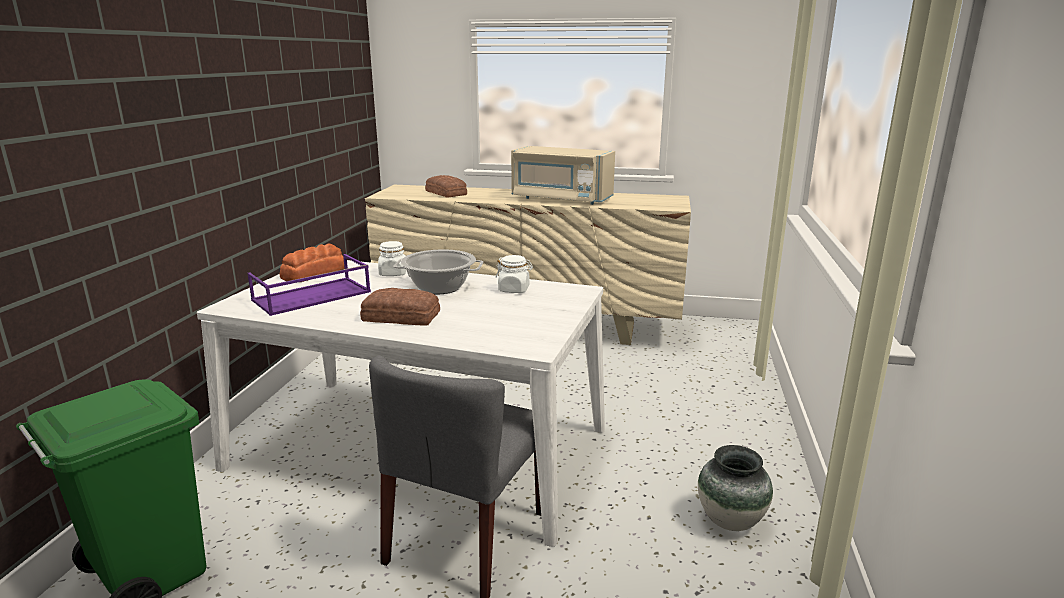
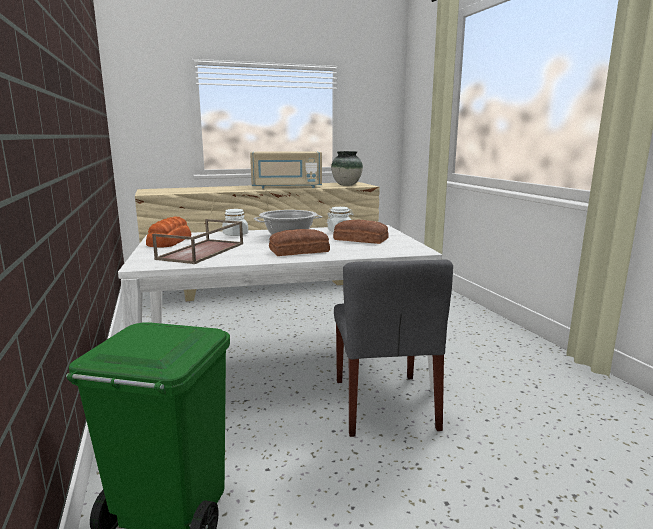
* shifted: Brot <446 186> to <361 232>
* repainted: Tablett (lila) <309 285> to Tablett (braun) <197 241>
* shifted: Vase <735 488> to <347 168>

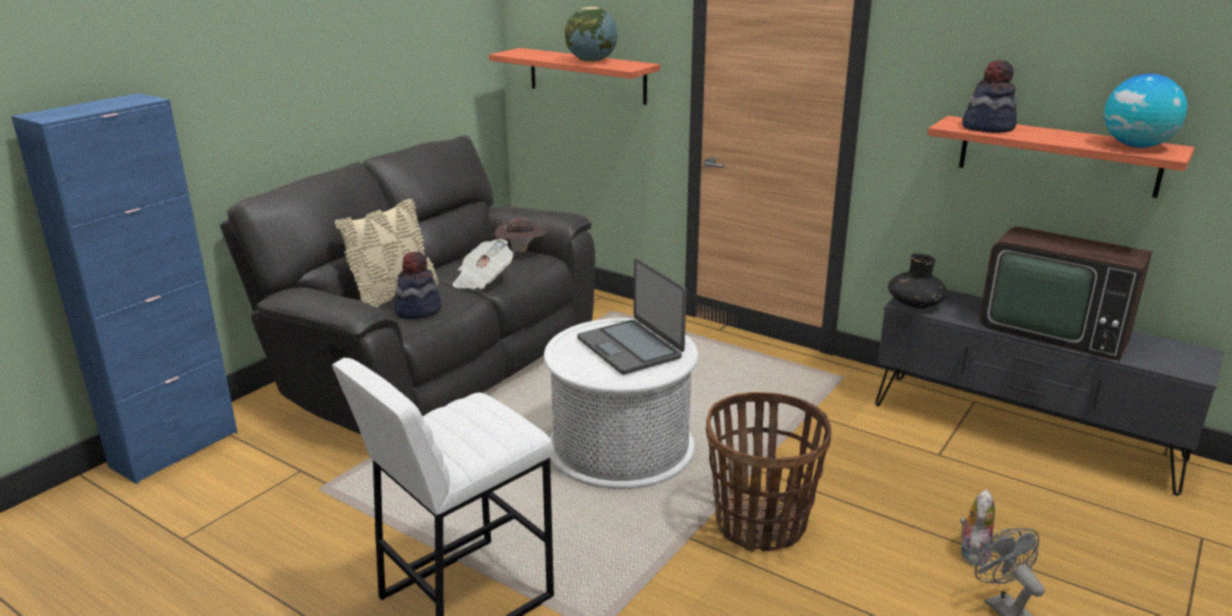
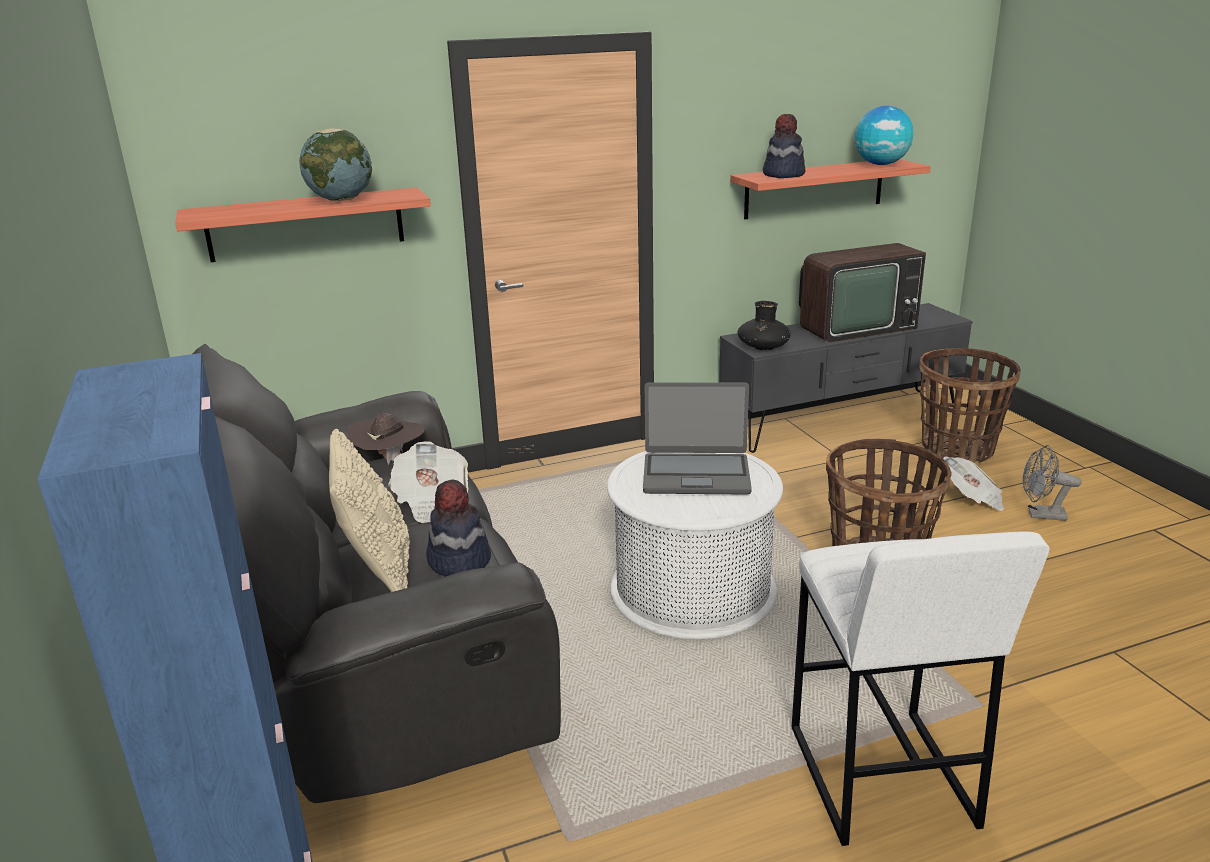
* swapped: Plüschtier <976 527> to Zeitung <973 483>
* new: Korb <970 405>

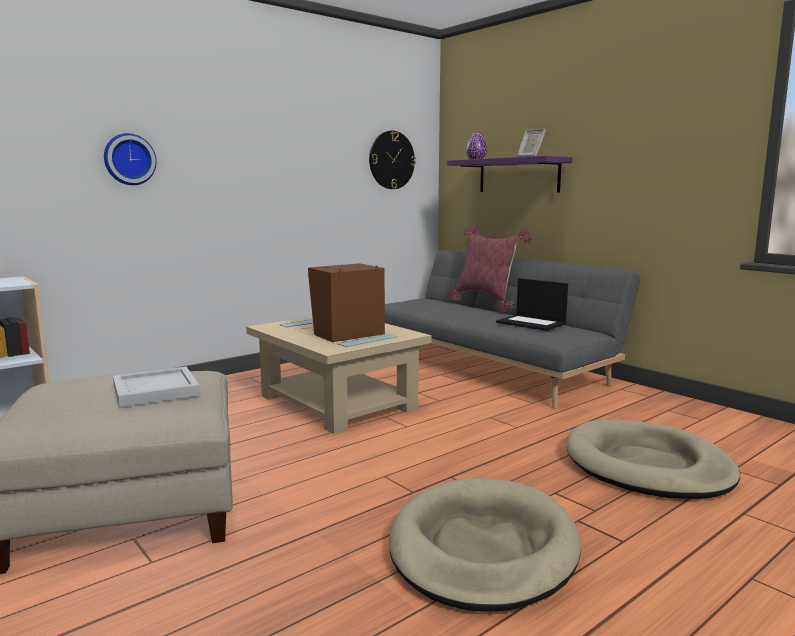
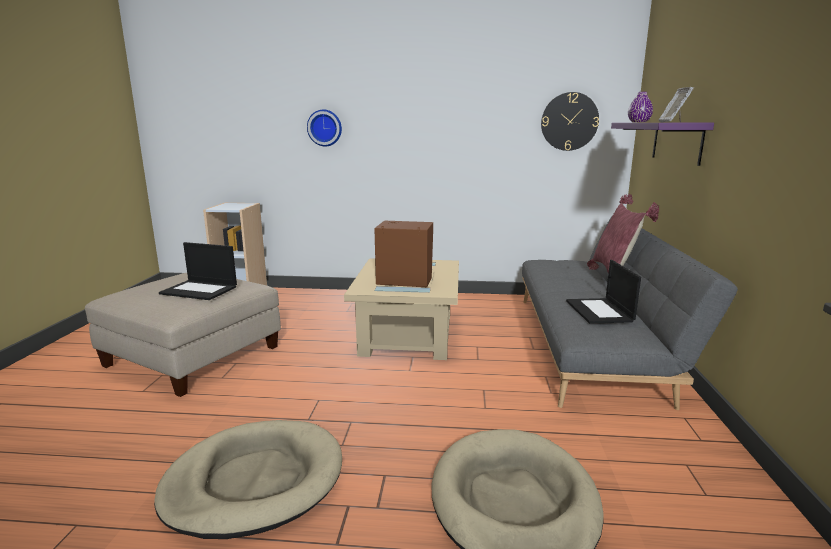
* swapped: Tablett (weiß) <156 387> to Laptop <198 271>

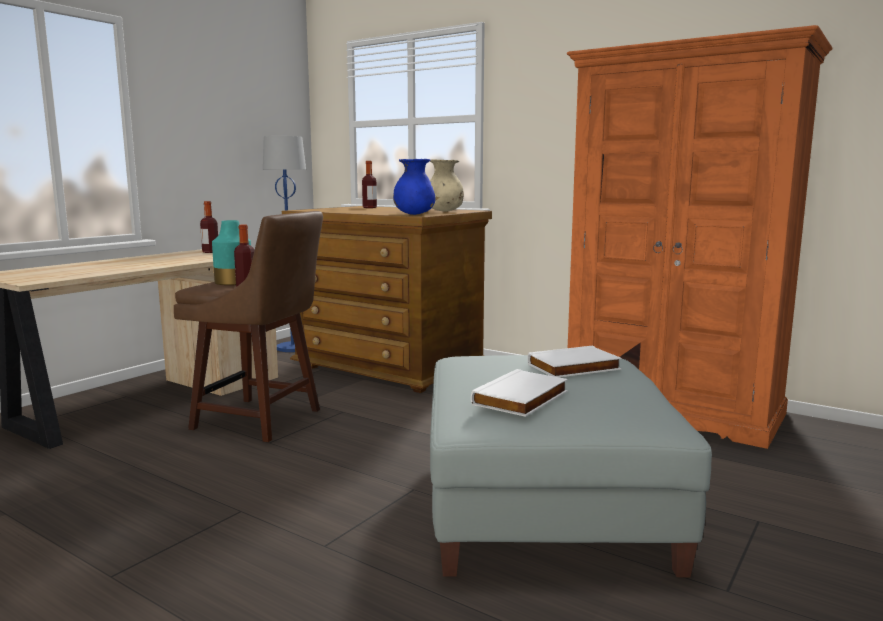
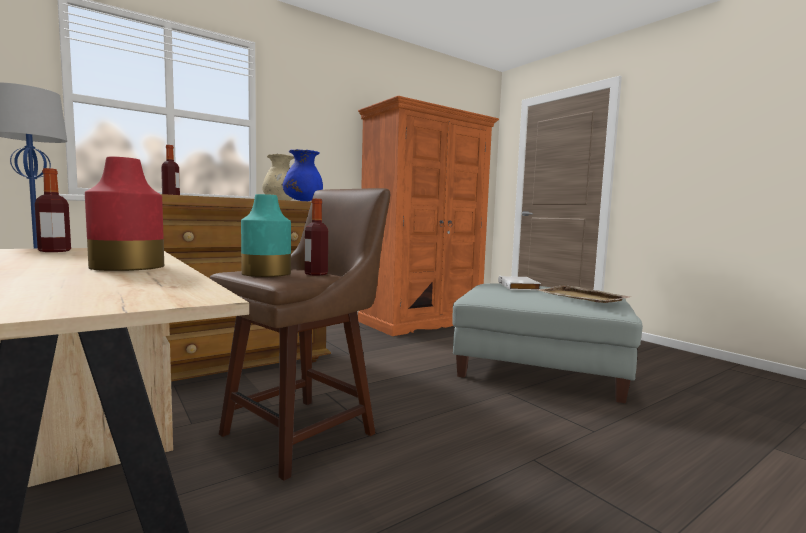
* swapped: Buch (weiß) <519 393> to Tablett (beige) <584 294>
* new: Vase (rot) <124 214>

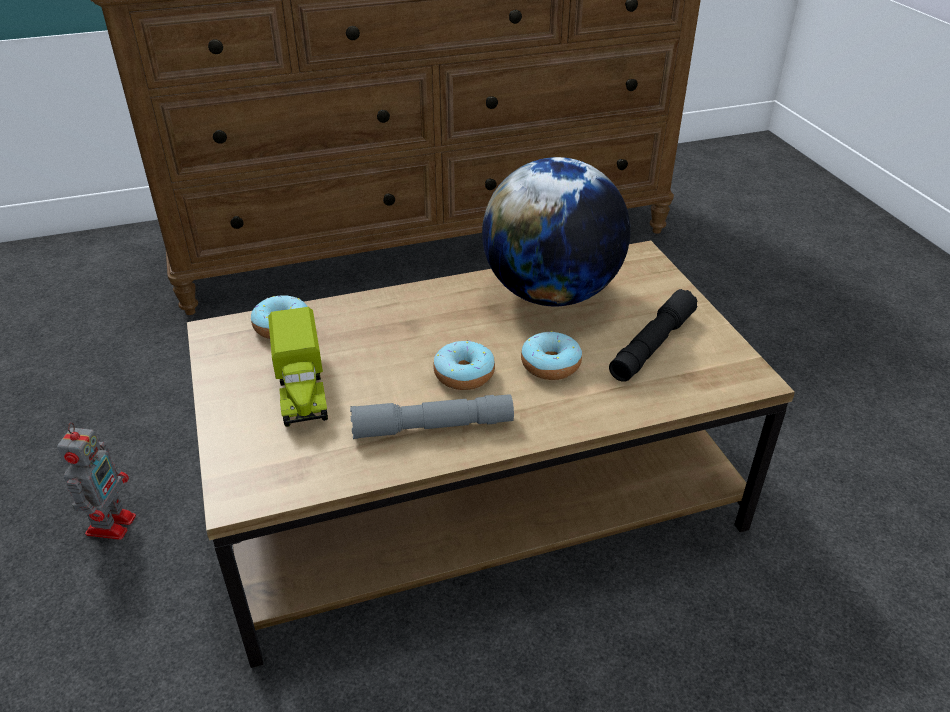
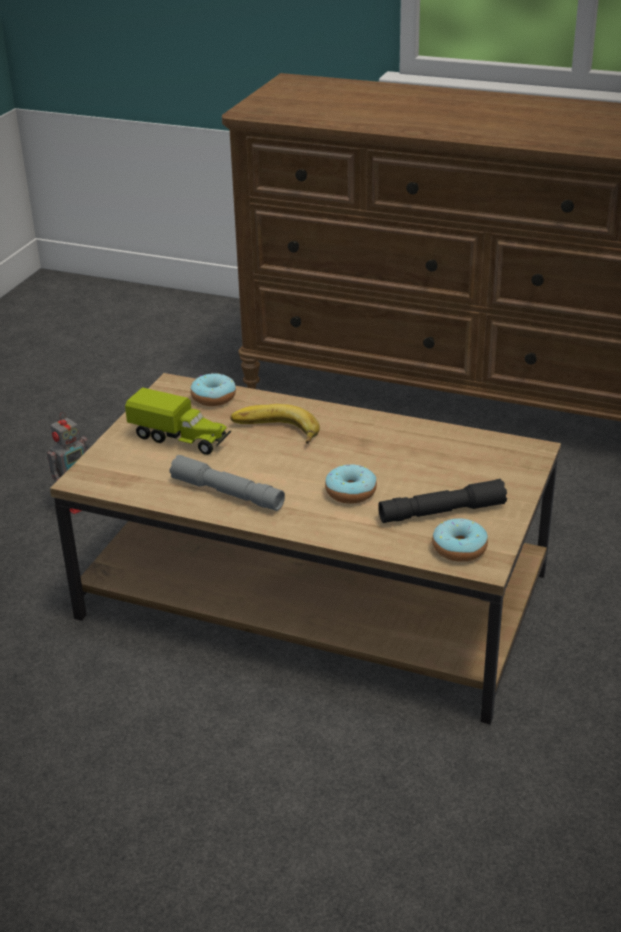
* gone: Globus <556 231>
* rotated: Spielzeuglaster <298 367> = <178 421> 90 degrees counterclockwise
* shifted: Donut <464 365> to <460 540>
* new: Banane <275 424>

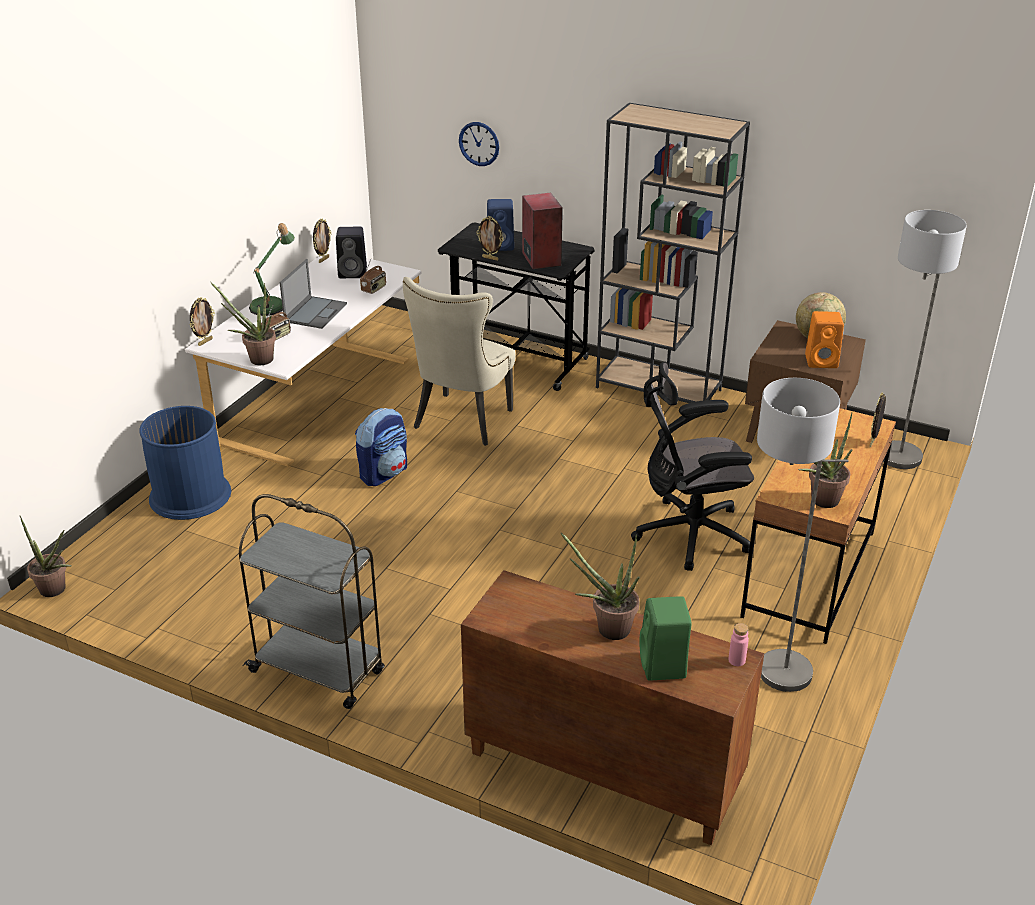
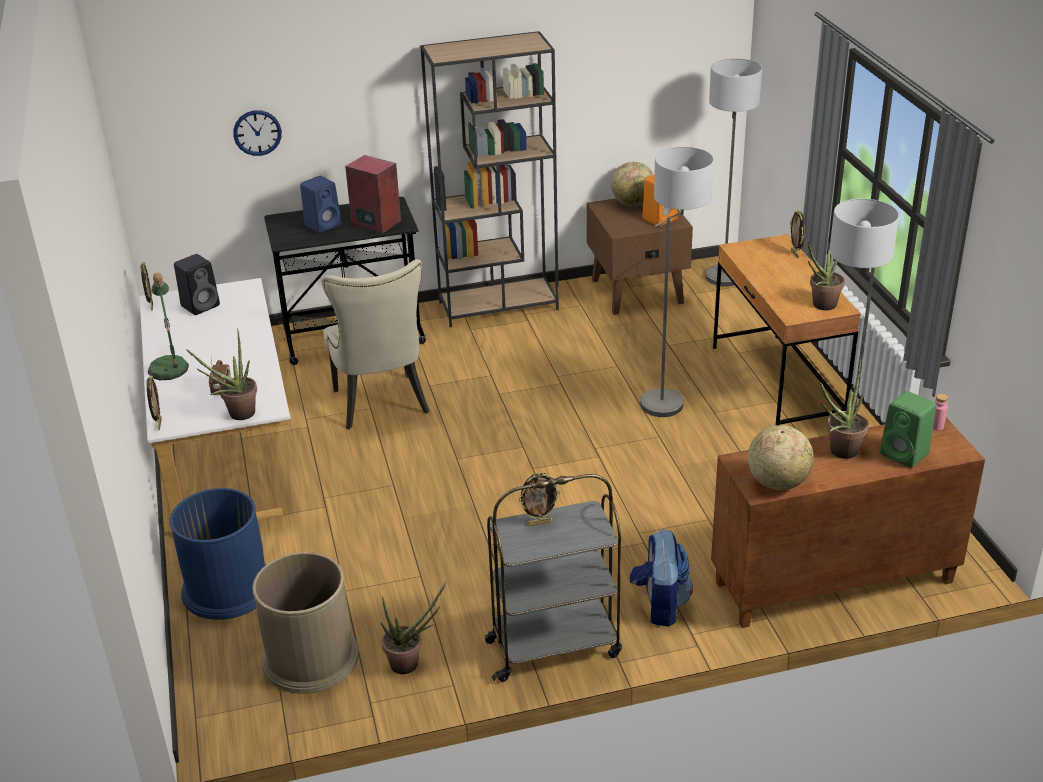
* shifted: Bilderrahmen <490 238> to <539 499>
* gone: Laptop <313 294>
* gone: Radio <373 277>
* swapped: Bürostuhl <692 466> to Stehlampe (grau) <677 282>
* shifted: Rucksack <381 447> to <661 578>
* shifted: Topfpflanze <46 556> to <413 628>
* new: Globus <781 457>
* new: Mülleimer (braun) <305 623>

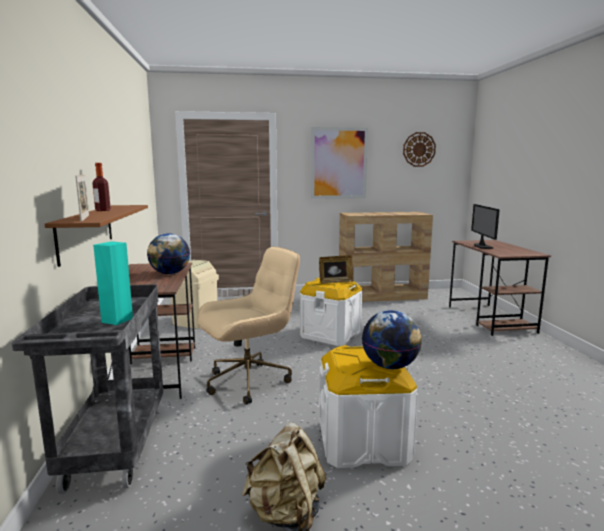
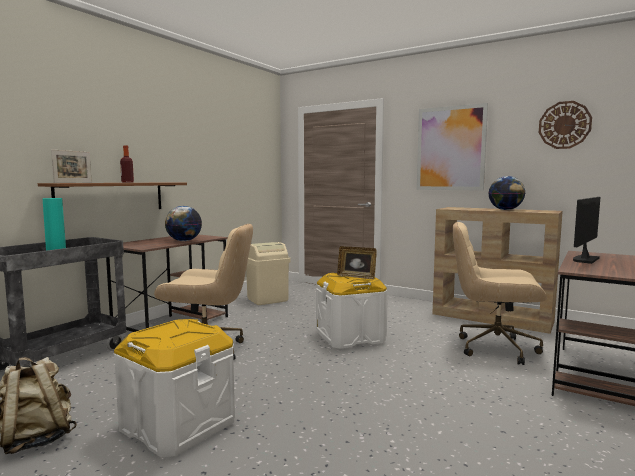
* shifted: Globus <392 339> to <507 193>
* new: Bürostuhl (beige) <500 293>

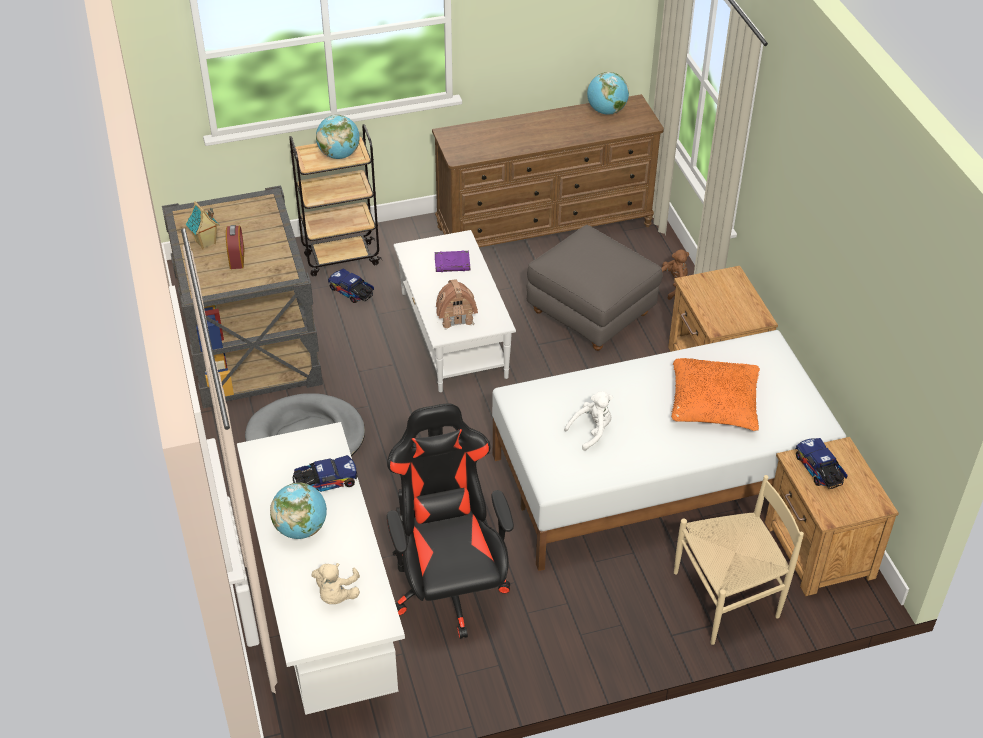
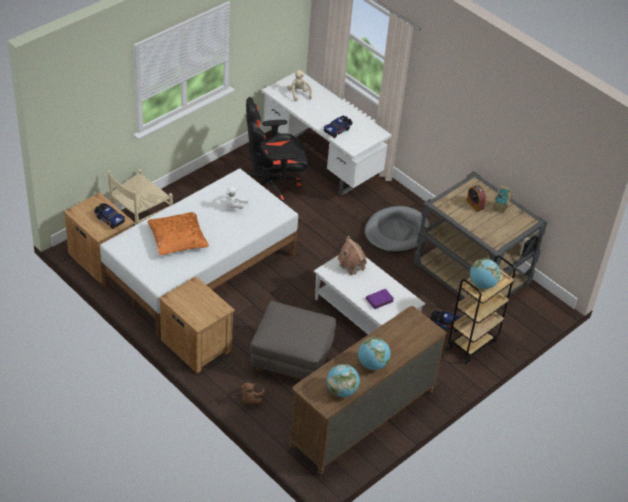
* rotated: Bürostuhl (schwarz) <450 521> = <276 150> 120 degrees clockwise
* shifted: Globus <298 511> to <374 354>

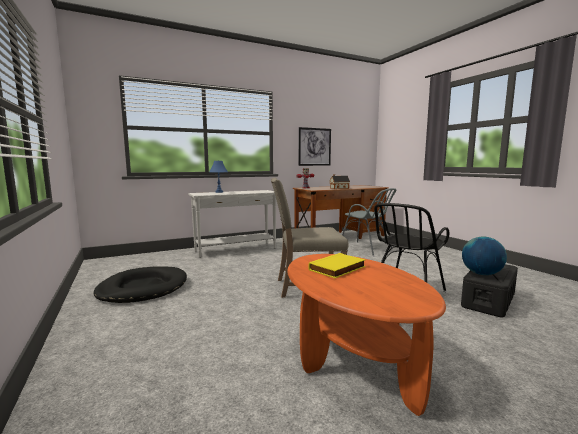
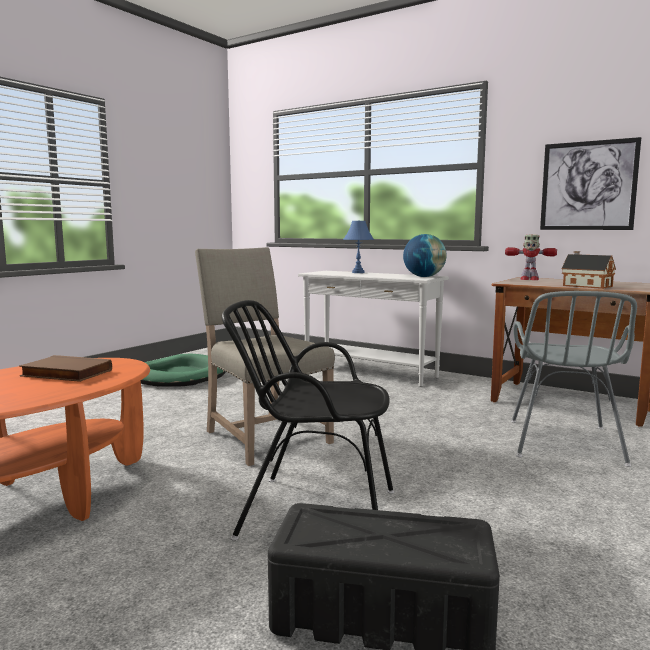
* shifted: Globus <484 256> to <425 255>
* repainted: Buch (gelb) <337 265> to Buch (braun) <65 368>
* repainted: Hundebett (schwarz) <140 285> to Hundebett (grün) <183 370>

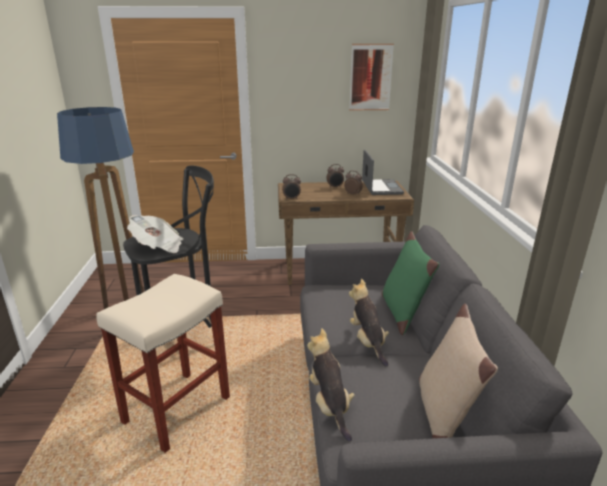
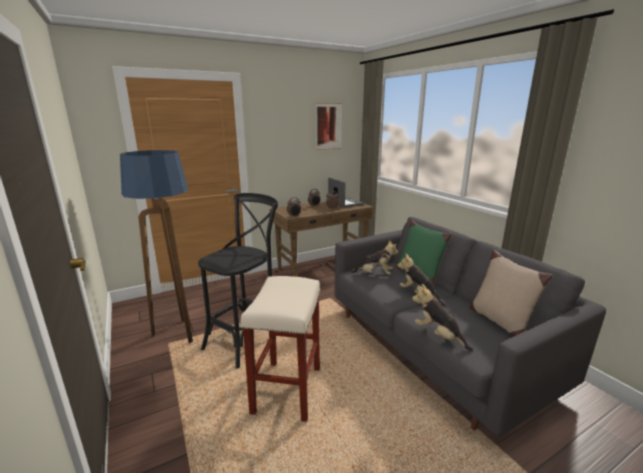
* gone: Zeitung <155 234>
* new: Plüschtier <374 257>

